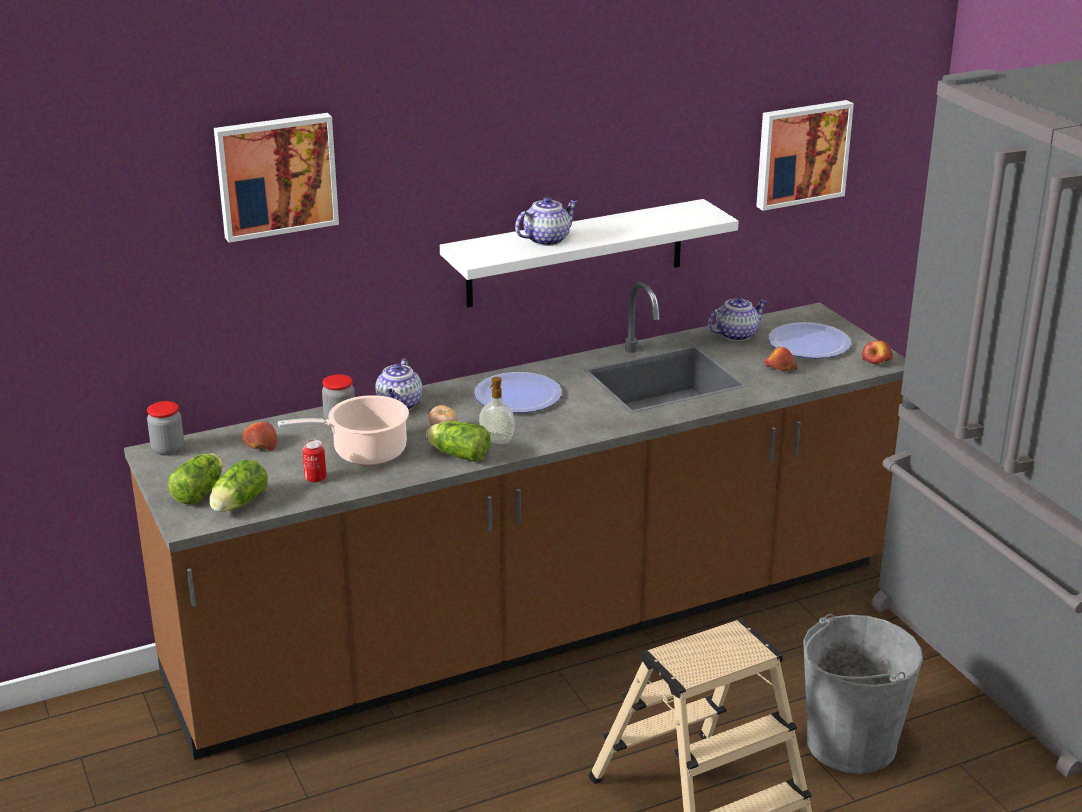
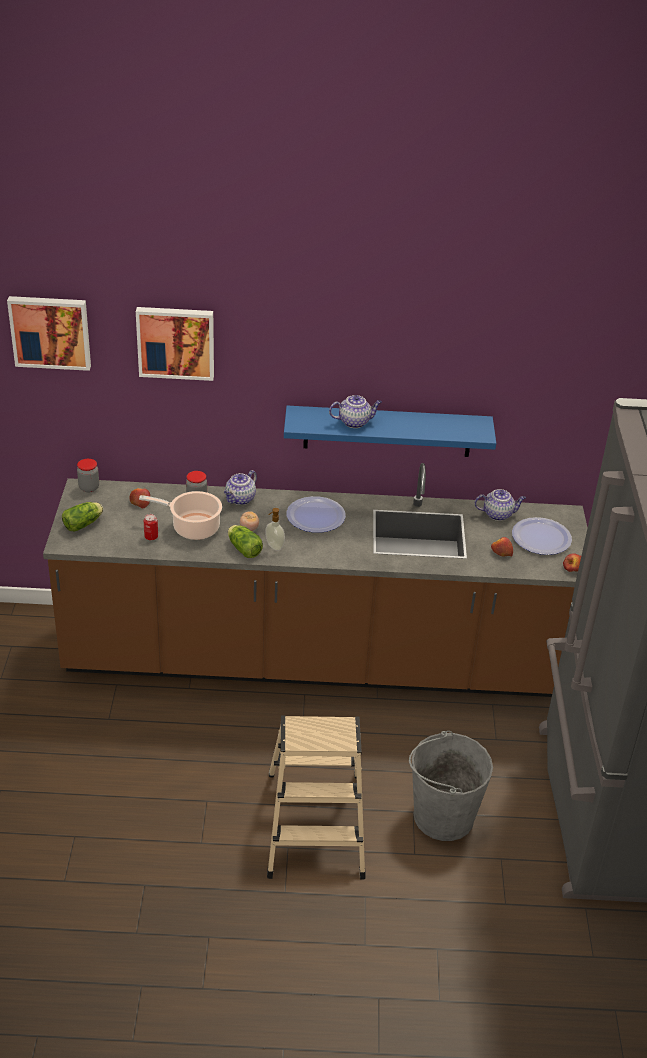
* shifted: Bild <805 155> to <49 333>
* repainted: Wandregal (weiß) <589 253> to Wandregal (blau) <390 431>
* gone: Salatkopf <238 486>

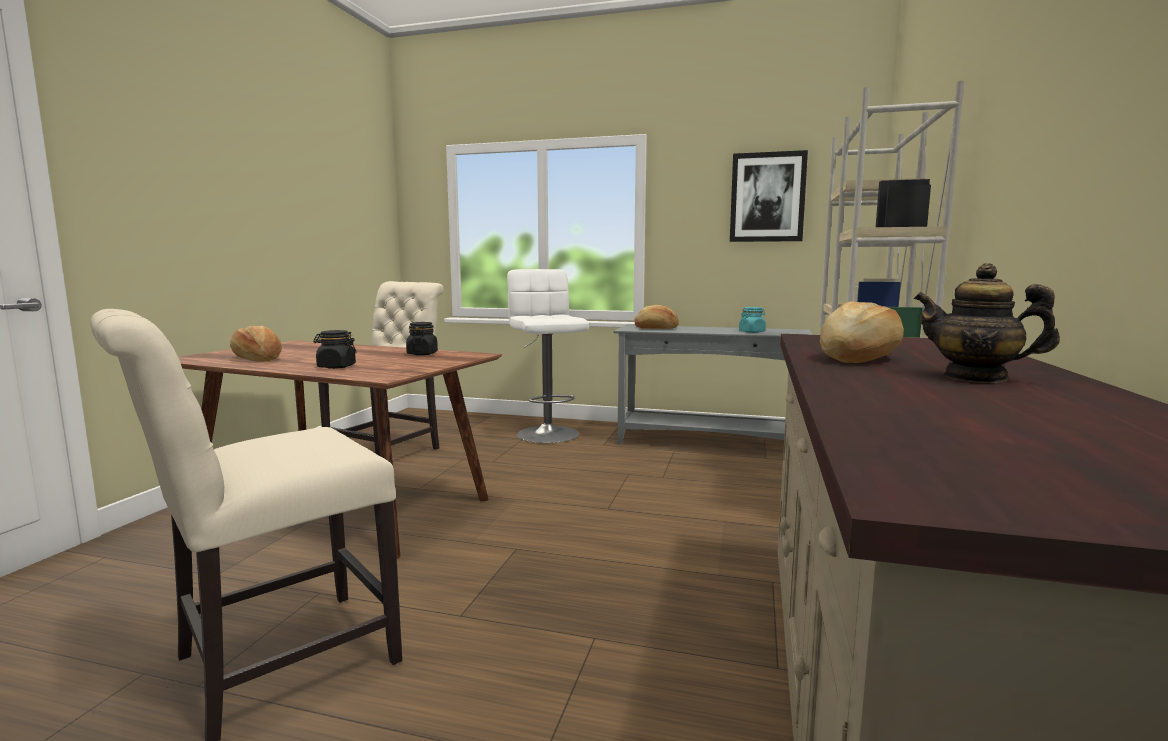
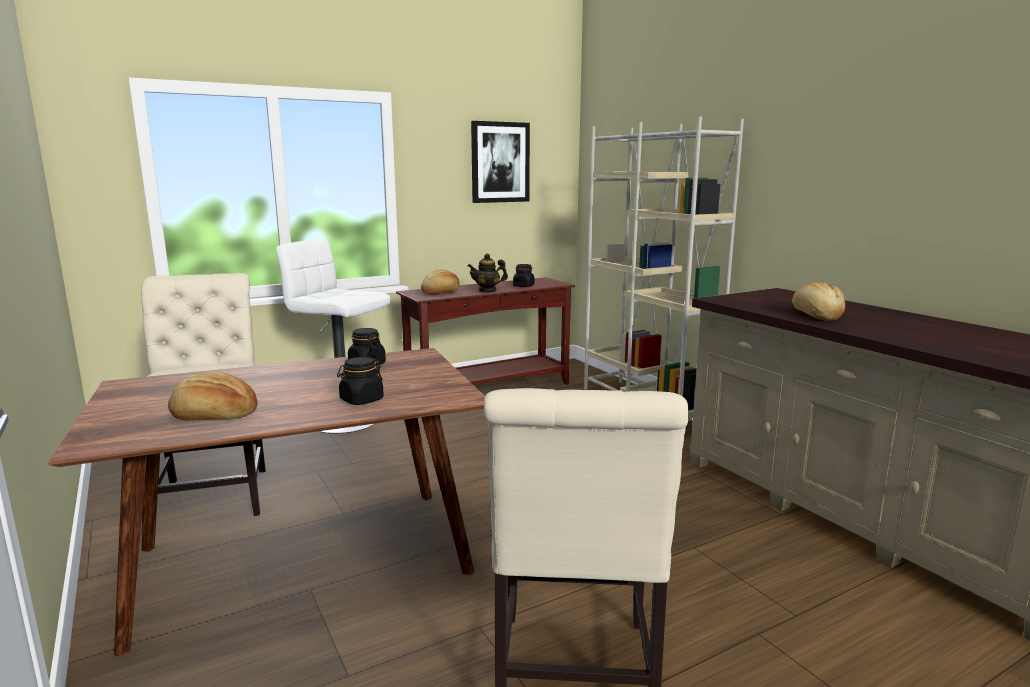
* shifted: Teekanne <987 323> to <488 273>
* repainted: Vorratsglas (türkis) <752 320> to Vorratsglas (schwarz) <523 275>
* repainted: Konsolentisch (grau) <713 385> to Konsolentisch (braun) <485 331>

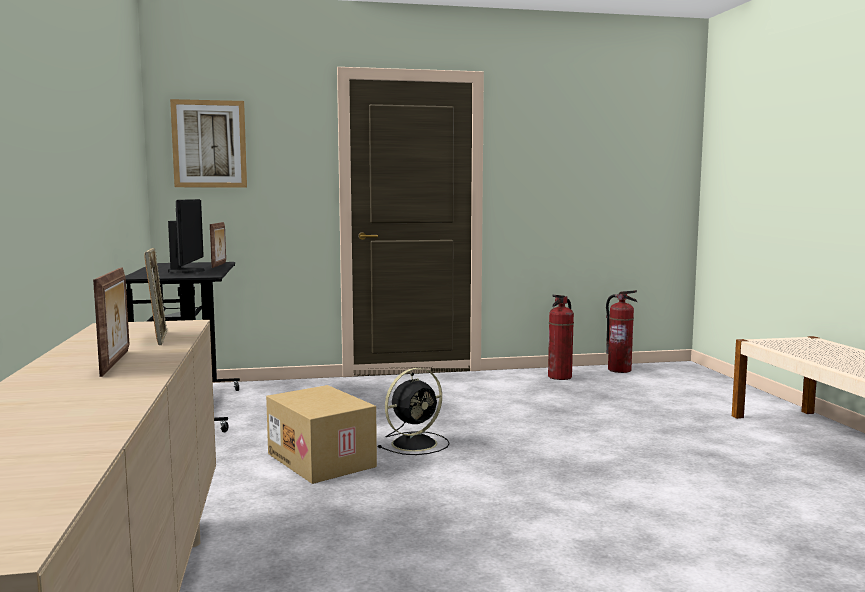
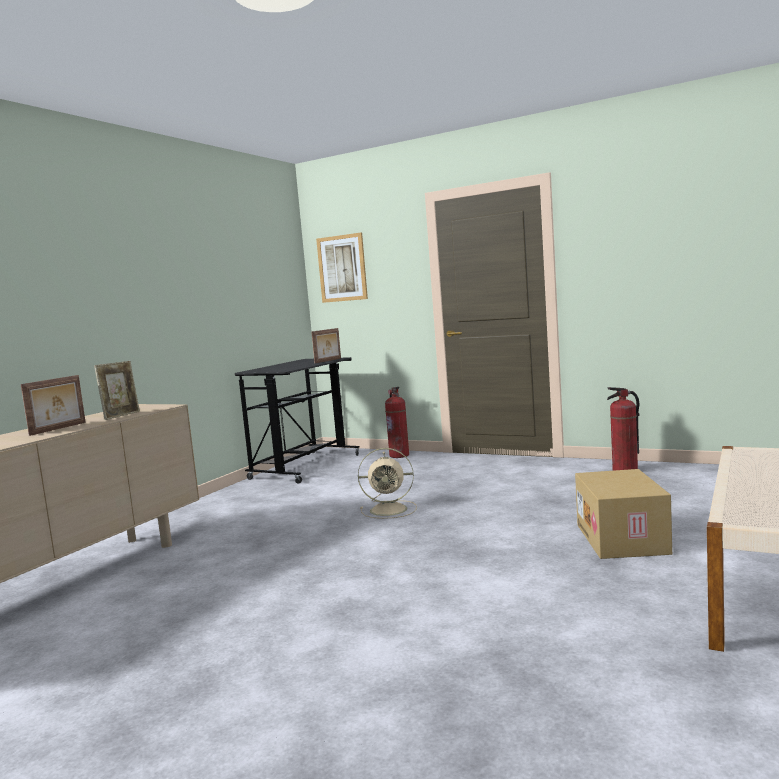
* gone: Monitor <186 236>
* shifted: Feuerlöscher <621 331> to <397 422>
* repainted: Ventilator (schwarz) <414 411> to Ventilator (beige) <387 483>
* shifted: Karton <321 434> to <623 514>

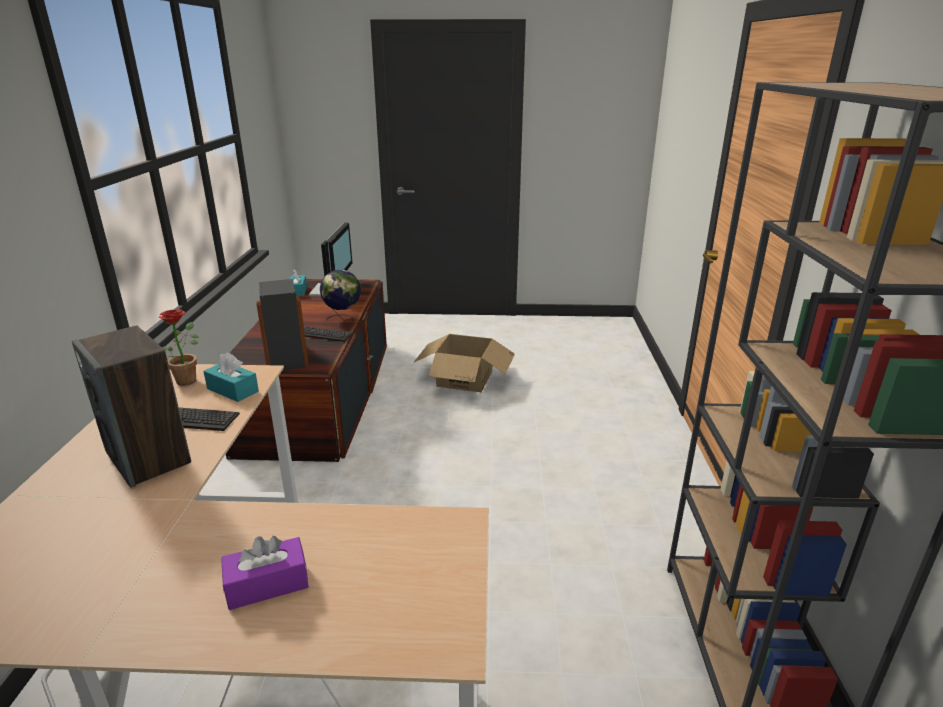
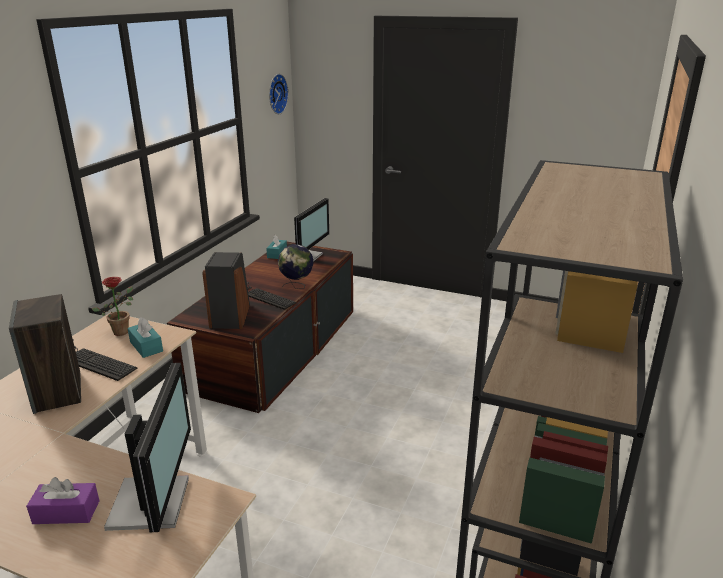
* gone: Karton <464 363>
* new: Wanduhr <279 94>
* new: Monitor <147 447>

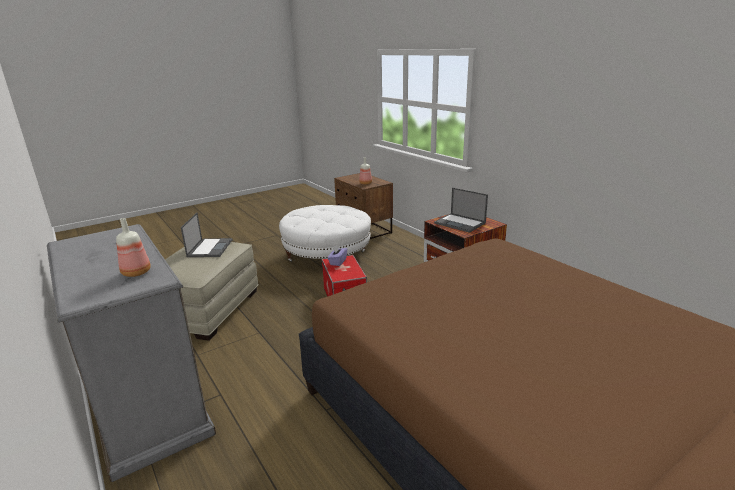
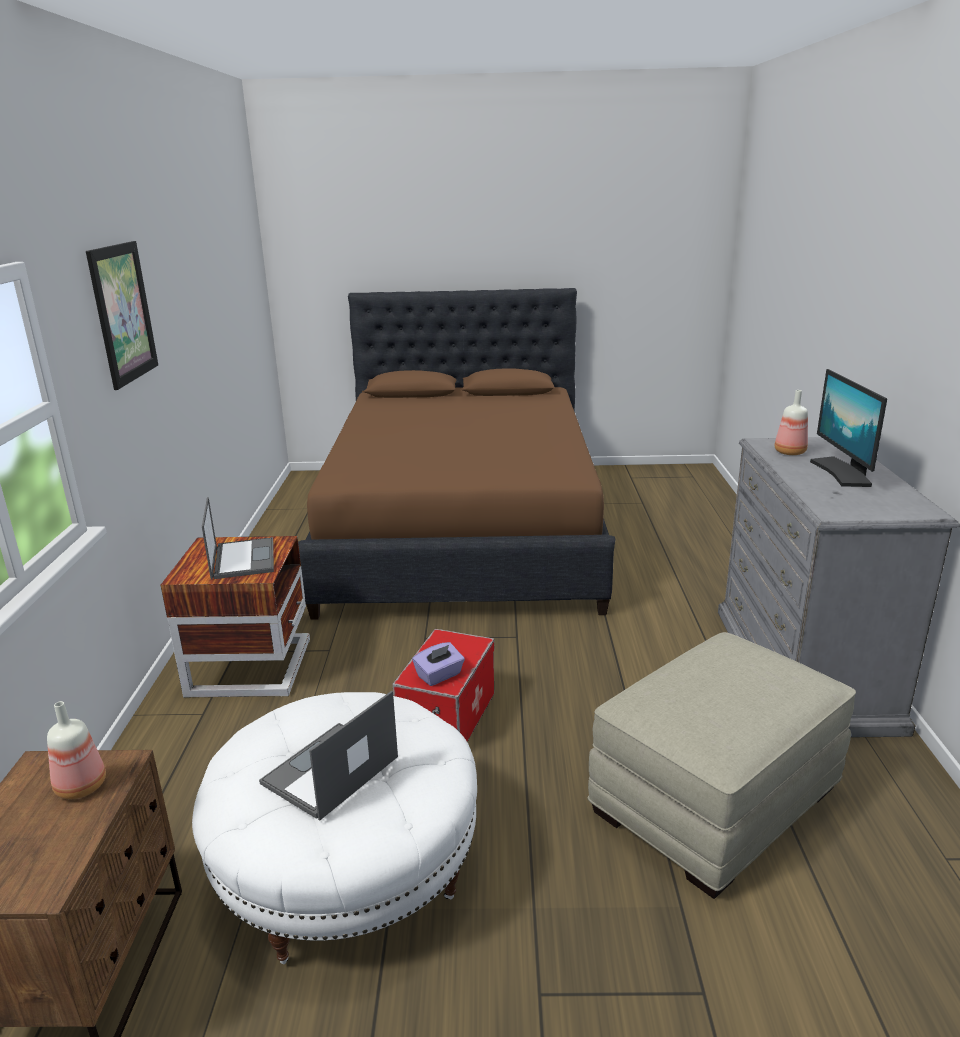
* shifted: Laptop <207 235> to <328 756>
* new: Bild <122 315>
* new: Monitor <848 428>

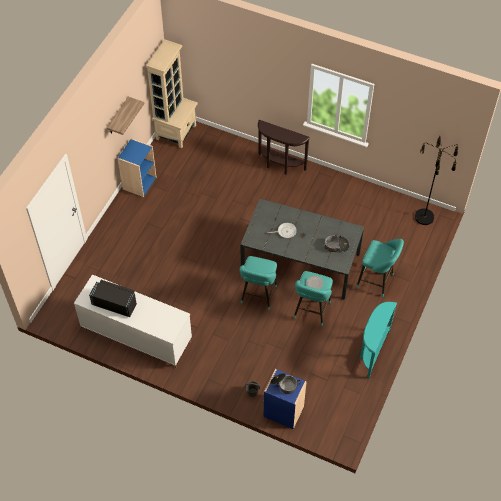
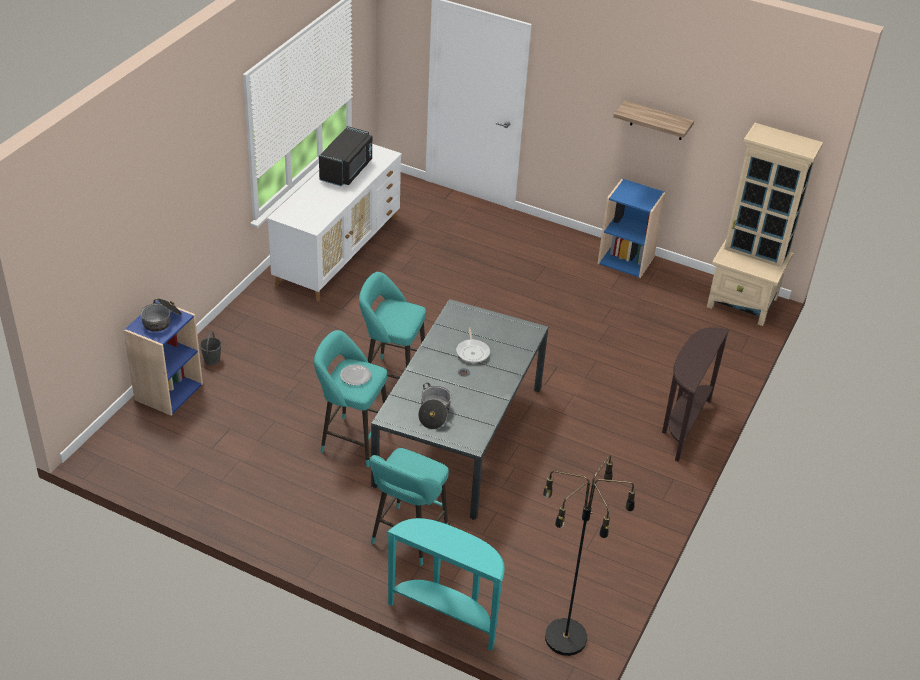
* shifted: Konsolentisch (türkis) <378 340> to <445 584>

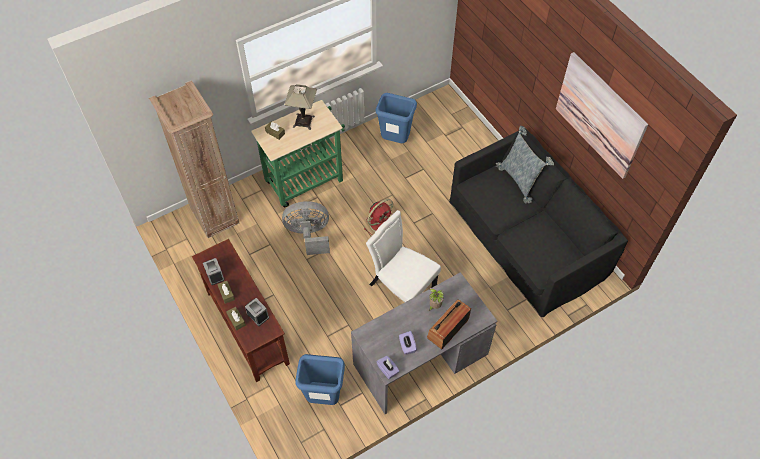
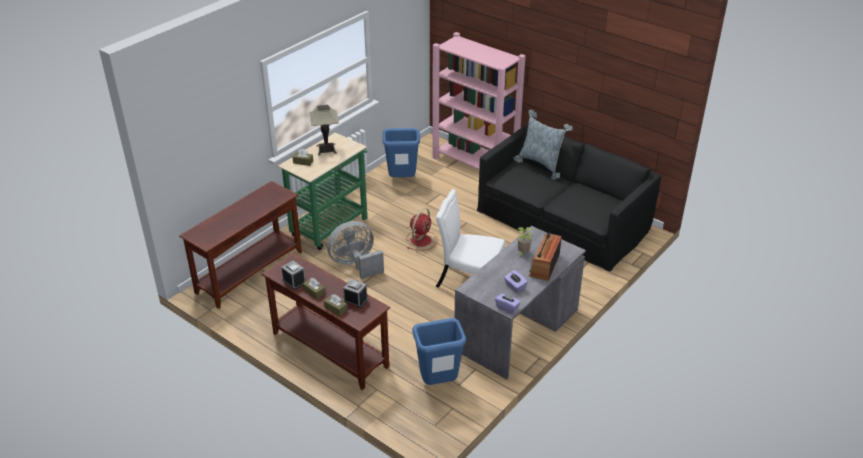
* gone: Bild <602 115>
* swapped: Schrank (braun) <194 159> to Konsolentisch (braun) <240 245>
* new: Bücherregal (rosa) <479 100>

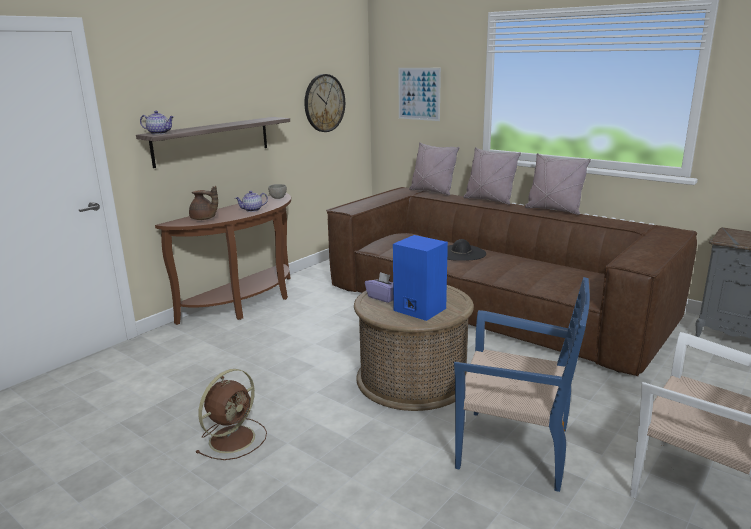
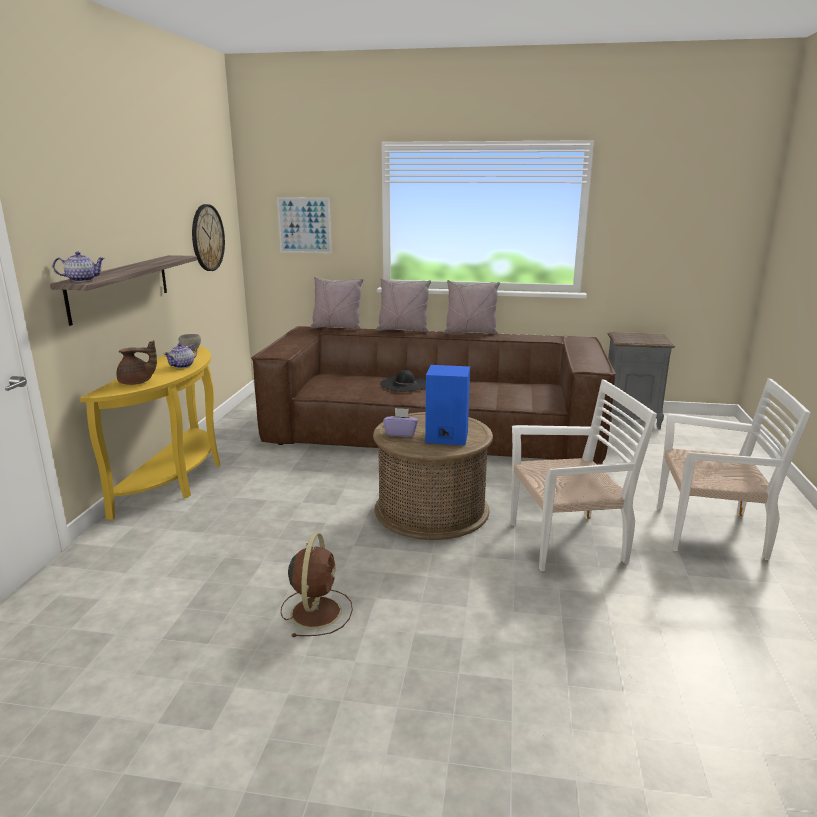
* repainted: Konsolentisch (braun) <223 259> to Konsolentisch (gelb) <150 433>
* repainted: Sessel (blau) <522 384> to Sessel (weiß) <584 475>

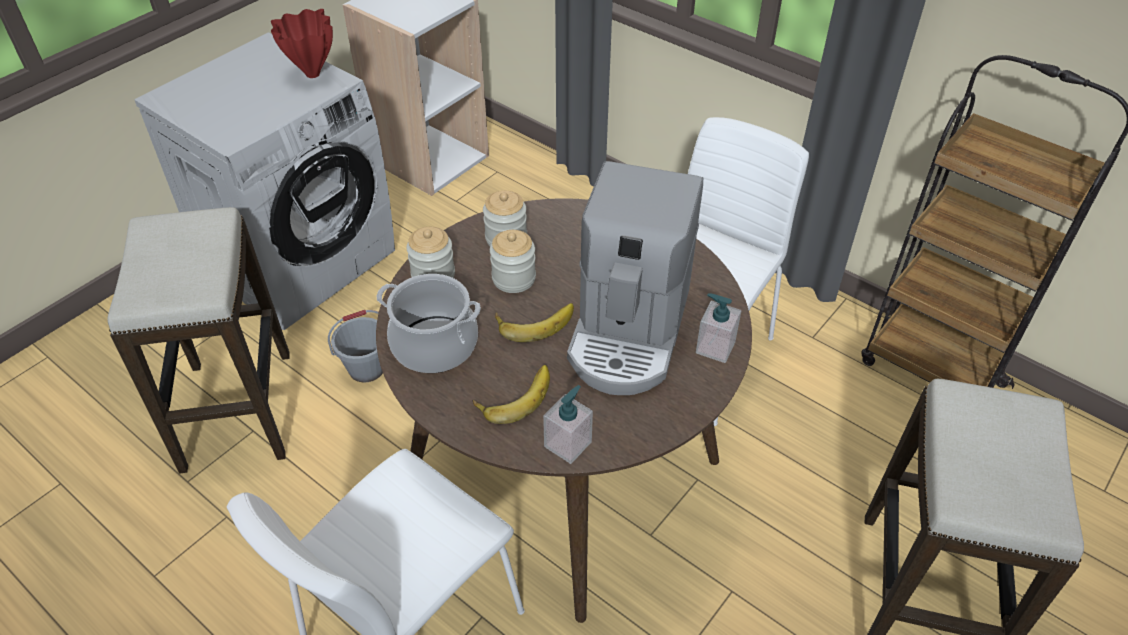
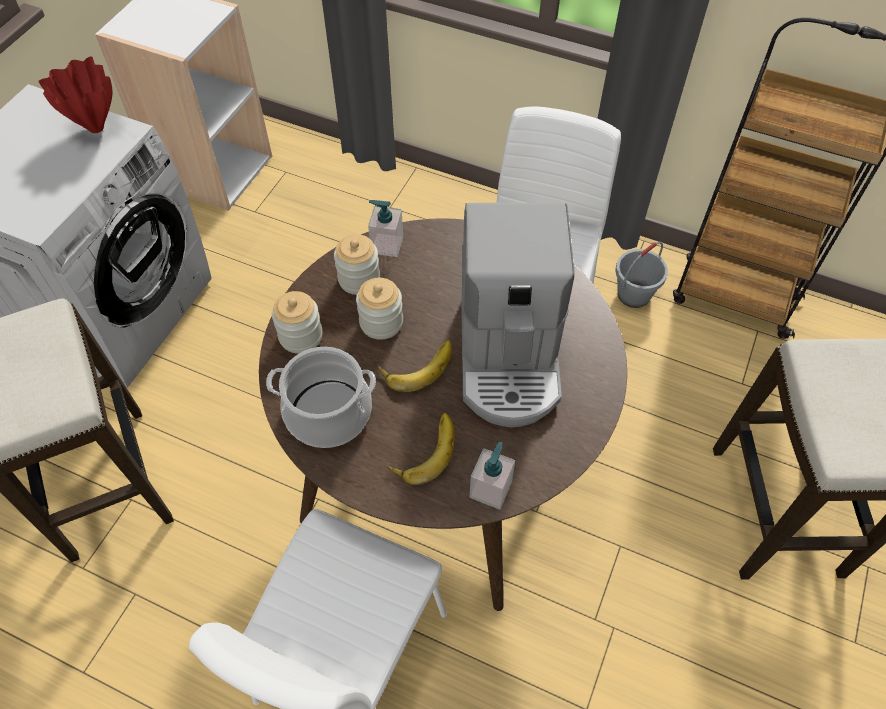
* shifted: Seifenspender <718 328> to <385 228>
* shifted: Eimer (grau) <355 346> to <641 275>

